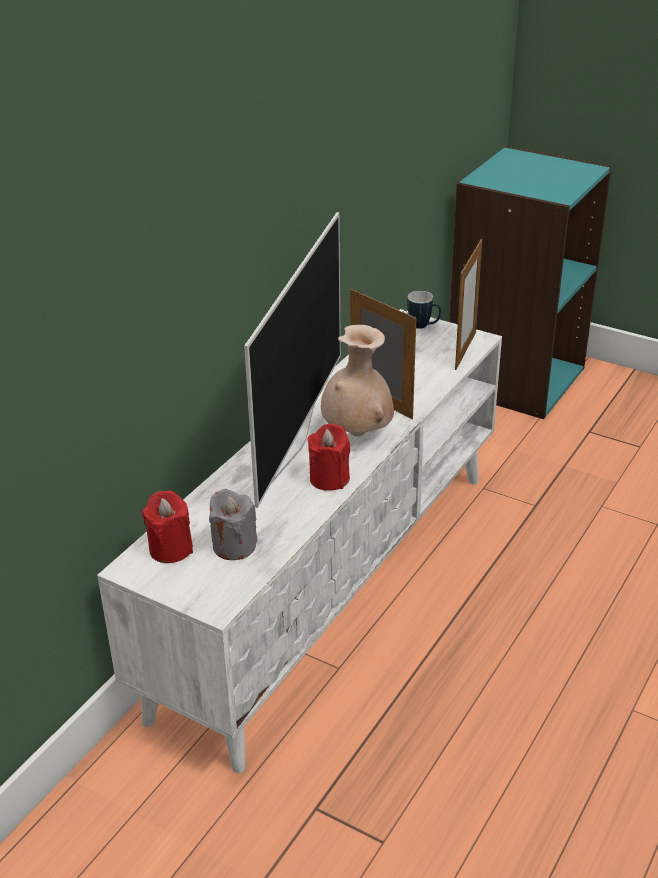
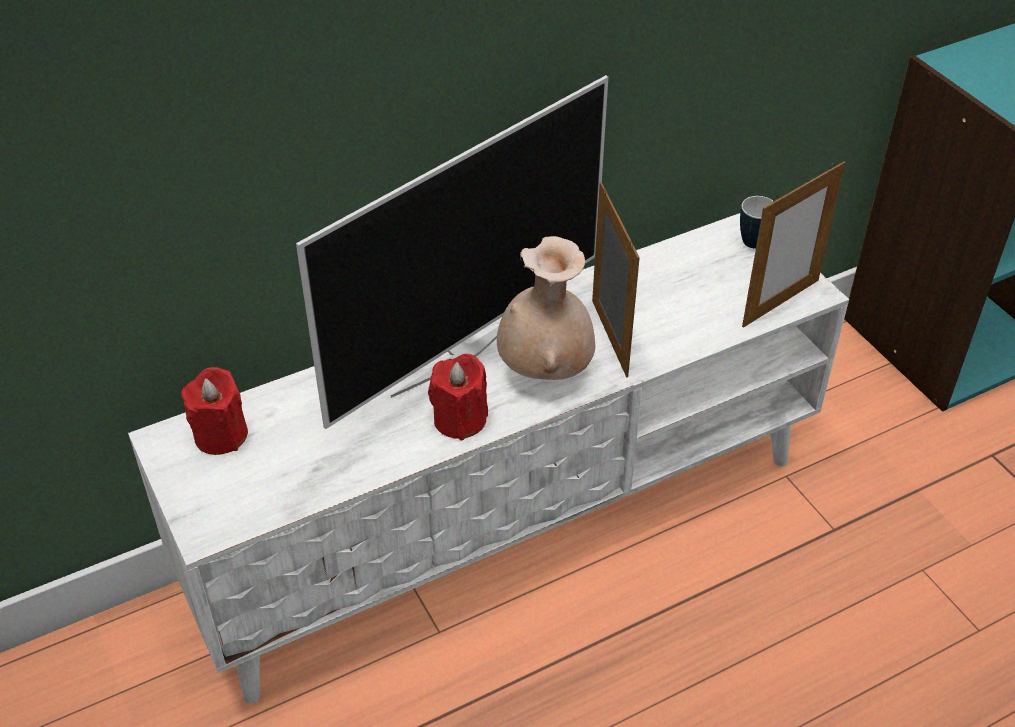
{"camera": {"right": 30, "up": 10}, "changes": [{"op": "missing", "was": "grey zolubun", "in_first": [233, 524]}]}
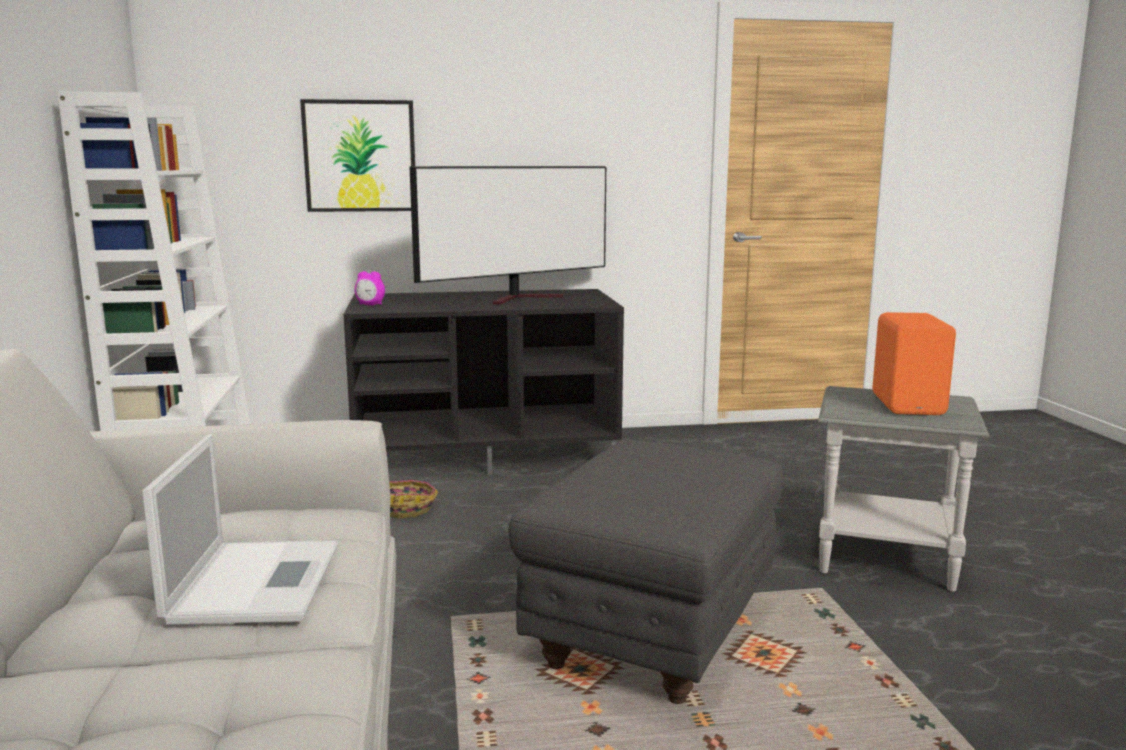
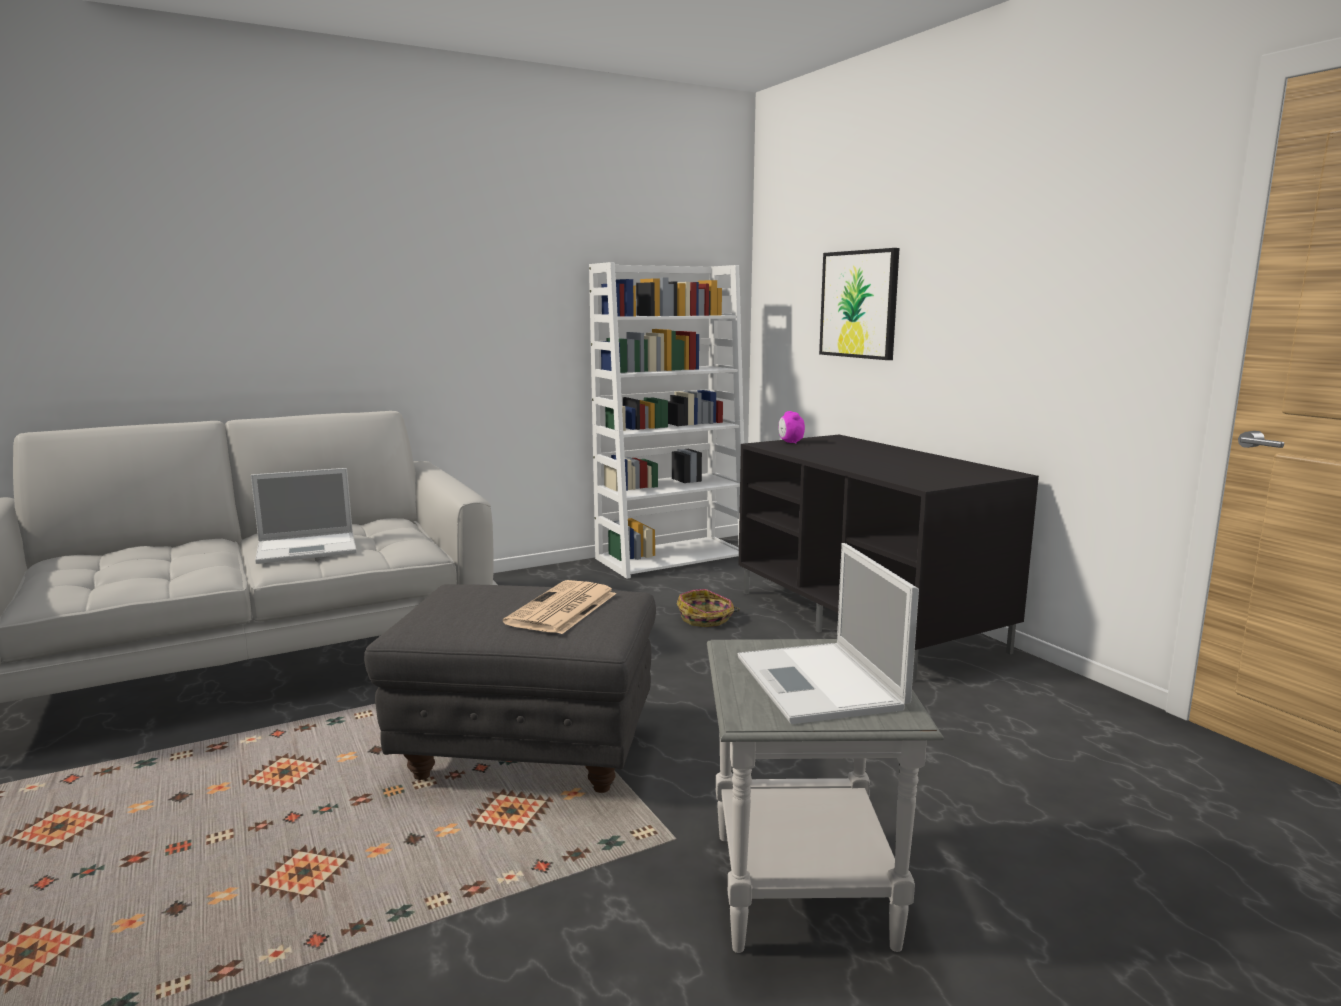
{"camera": {"right": 70, "up": 0}, "changes": [{"op": "missing", "was": "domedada", "in_first": [507, 235]}, {"op": "appeared", "now": "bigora", "in_second": [560, 607]}, {"op": "exchanged", "was": "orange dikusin", "now": "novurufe", "in_first": [914, 363], "in_second": [828, 633]}]}
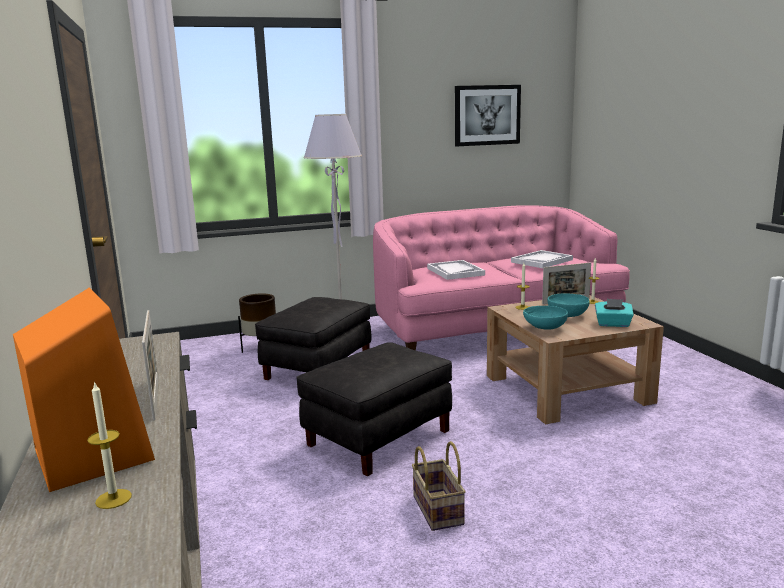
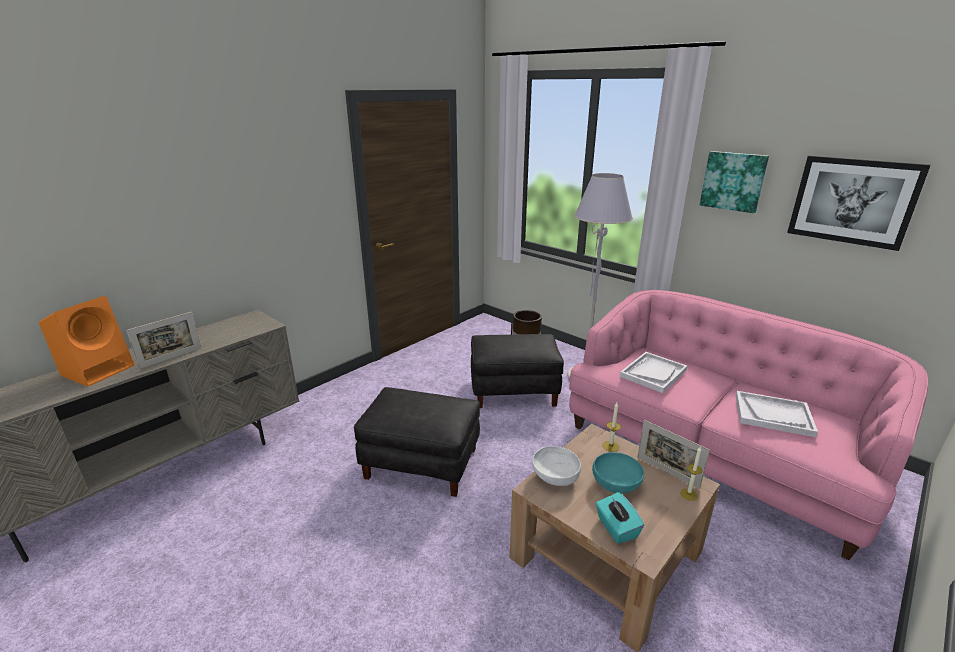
{"camera": {"right": 60, "up": 10}, "changes": [{"op": "missing", "was": "zolubun", "in_first": [109, 445]}, {"op": "missing", "was": "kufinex", "in_first": [439, 486]}, {"op": "appeared", "now": "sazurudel", "in_second": [734, 182]}, {"op": "colour", "was": "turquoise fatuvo", "now": "white fatuvo", "in_first": [545, 318], "in_second": [556, 466]}]}
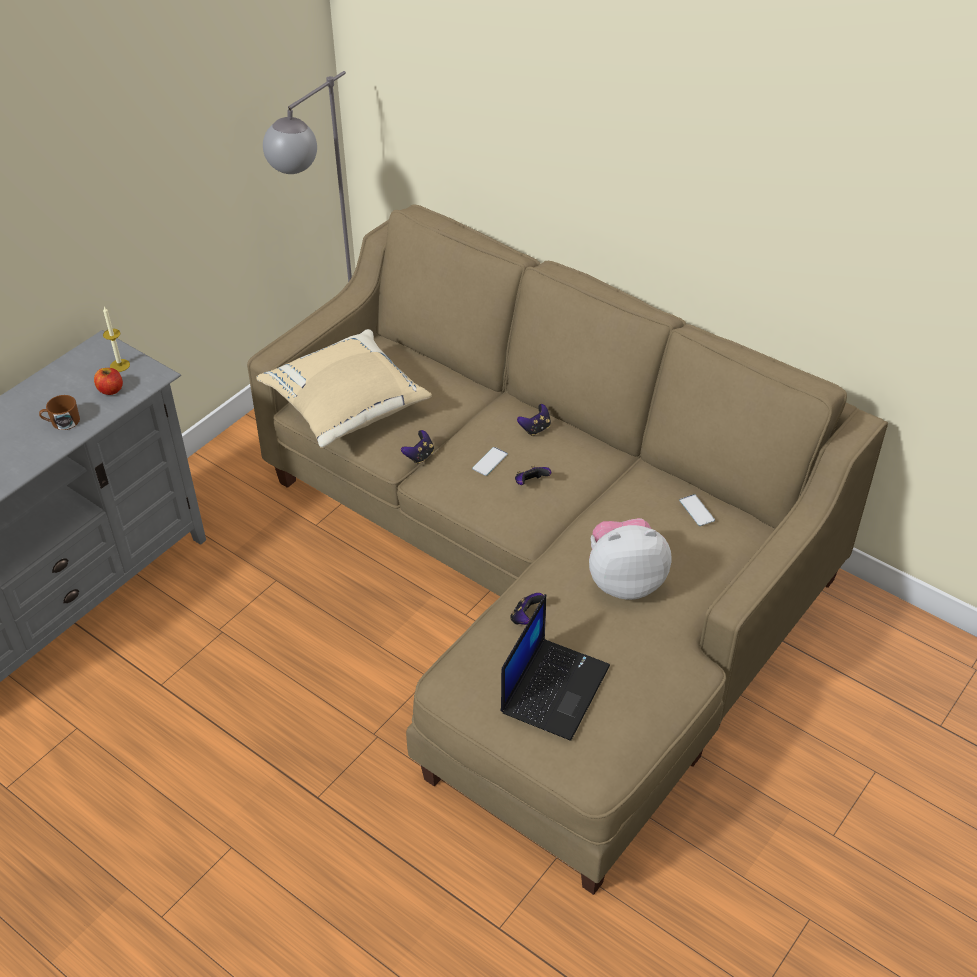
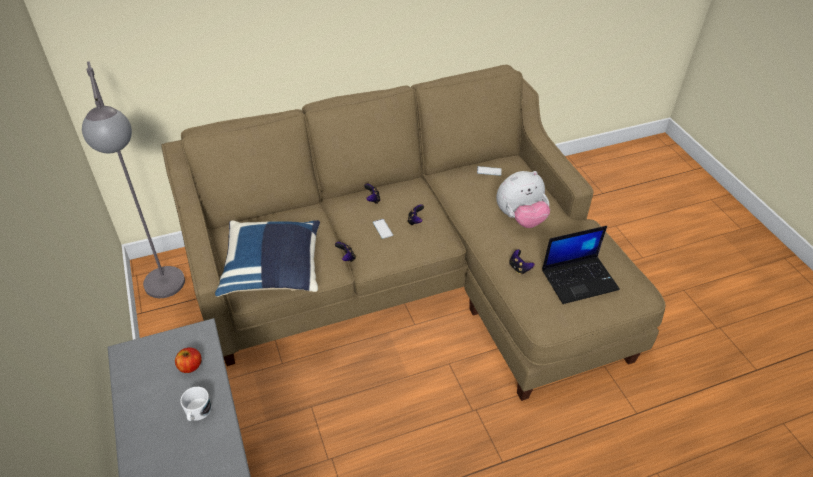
{"camera": {"right": -60, "up": 0}, "changes": [{"op": "missing", "was": "zolubun", "in_first": [116, 339]}, {"op": "colour", "was": "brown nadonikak", "now": "white nadonikak", "in_first": [59, 412], "in_second": [196, 404]}, {"op": "colour", "was": "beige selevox", "now": "blue selevox", "in_first": [344, 388], "in_second": [267, 258]}, {"op": "spun", "was": "novurufe", "in_first": [555, 667], "in_second": [581, 265], "clockwise": 105}, {"op": "spun", "was": "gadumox", "in_first": [630, 559], "in_second": [523, 199], "clockwise": -135}]}
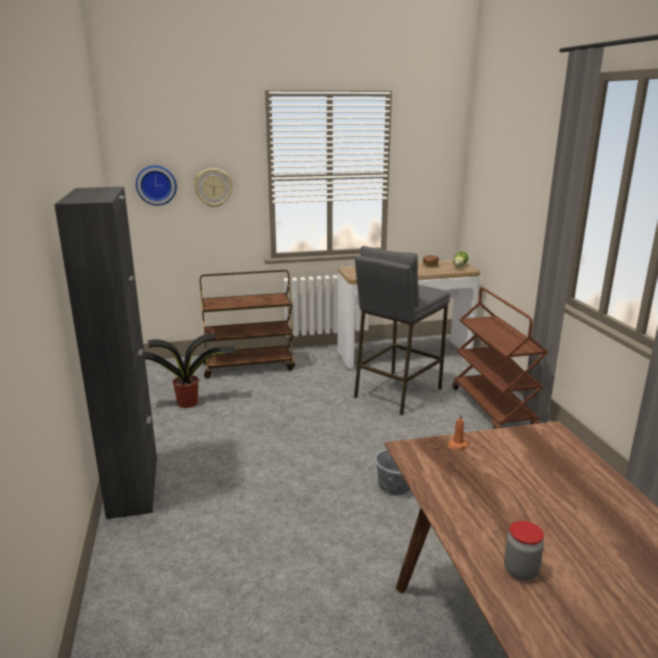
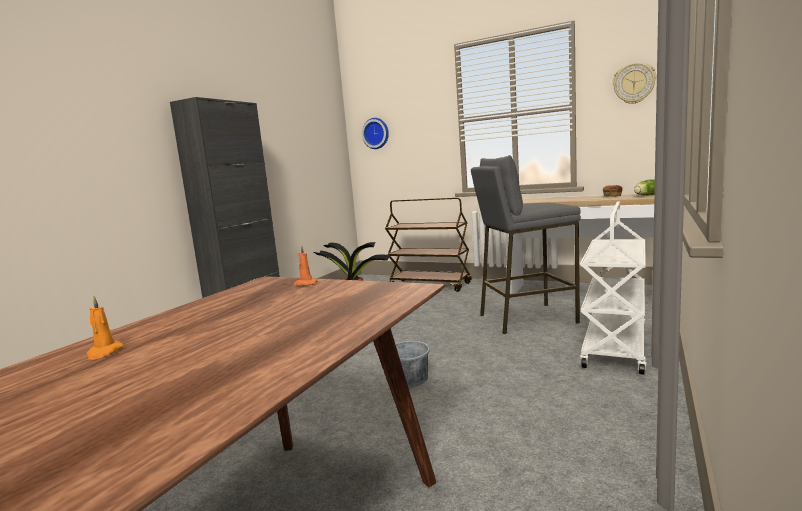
{"camera": {"right": 40, "up": -10}, "changes": [{"op": "relocated", "was": "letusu", "in_first": [213, 188], "in_second": [634, 83]}, {"op": "exchanged", "was": "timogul", "now": "orange zolubun", "in_first": [524, 551], "in_second": [105, 328]}, {"op": "colour", "was": "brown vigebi", "now": "white vigebi", "in_first": [500, 358], "in_second": [613, 288]}]}
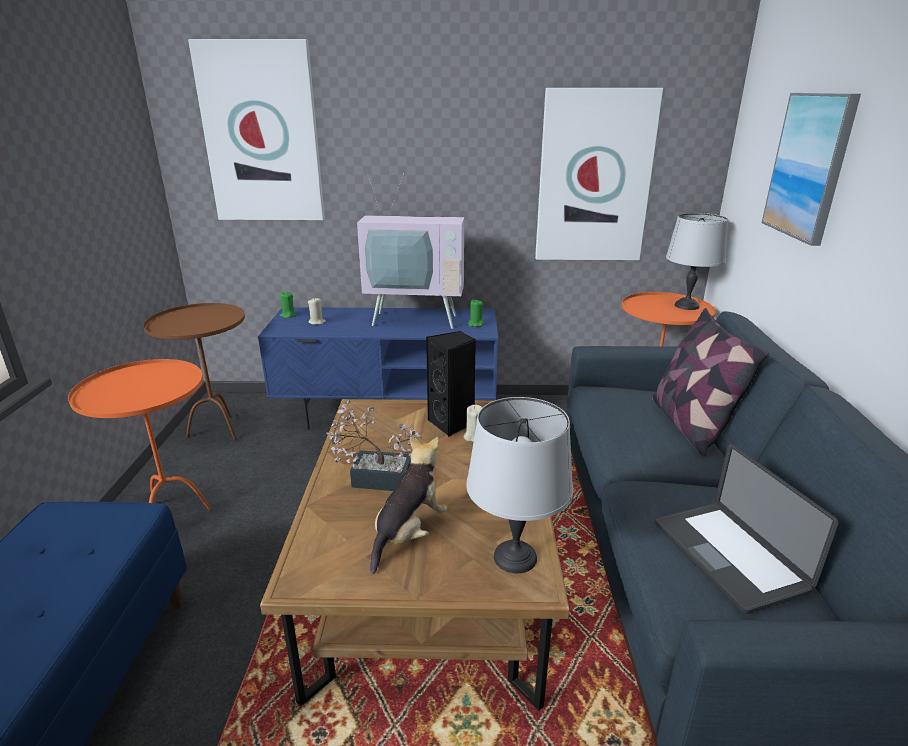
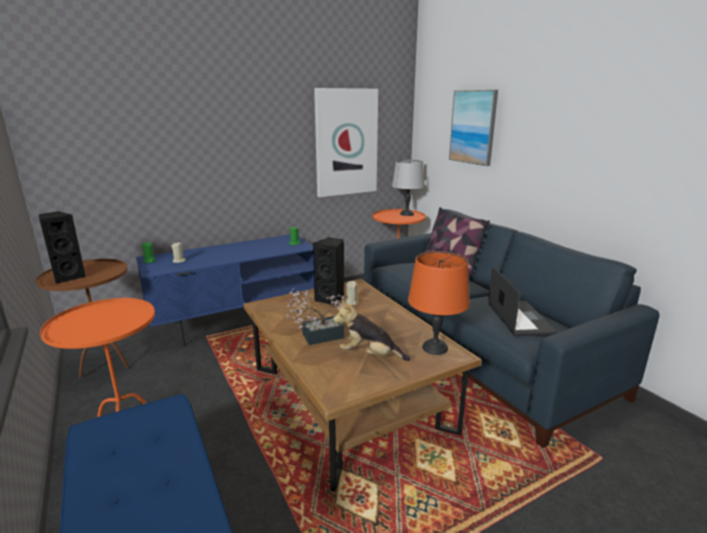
{"camera": {"right": -30, "up": -5}, "changes": [{"op": "missing", "was": "sazurudel", "in_first": [256, 129]}, {"op": "missing", "was": "domedada", "in_first": [410, 250]}, {"op": "appeared", "now": "black dikusin", "in_second": [62, 247]}, {"op": "colour", "was": "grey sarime", "now": "orange sarime", "in_first": [519, 485], "in_second": [439, 303]}, {"op": "spun", "was": "gadumox", "in_first": [408, 505], "in_second": [371, 330], "clockwise": -75}, {"op": "spun", "was": "novurufe", "in_first": [747, 529], "in_second": [522, 301], "clockwise": -135}]}
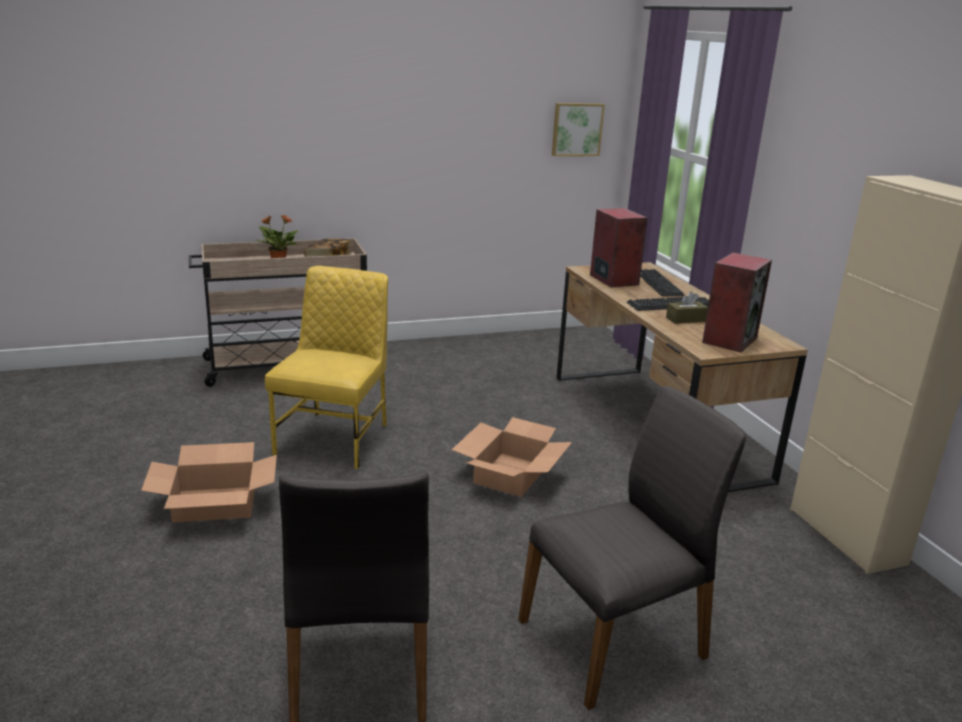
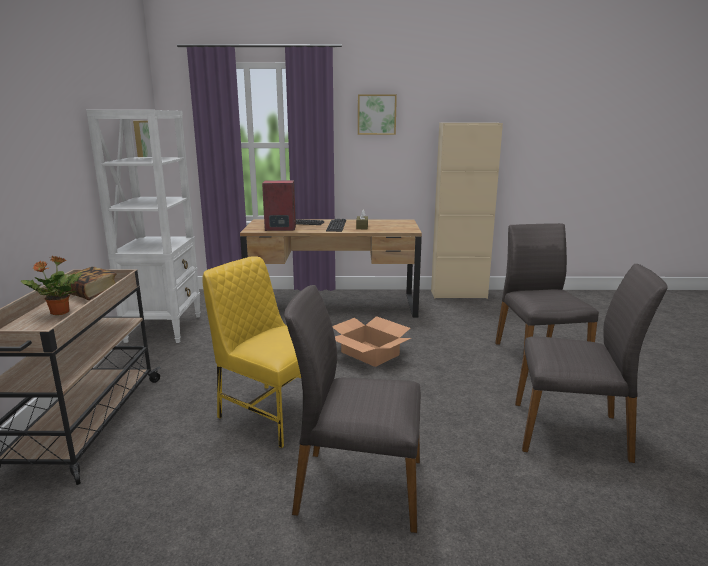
{"camera": {"right": -70, "up": -5}, "changes": [{"op": "missing", "was": "dikusin", "in_first": [737, 302]}, {"op": "appeared", "now": "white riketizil", "in_second": [143, 226]}, {"op": "appeared", "now": "sazurudel", "in_second": [377, 114]}, {"op": "exchanged", "was": "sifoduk", "now": "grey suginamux", "in_first": [209, 482], "in_second": [352, 409]}]}
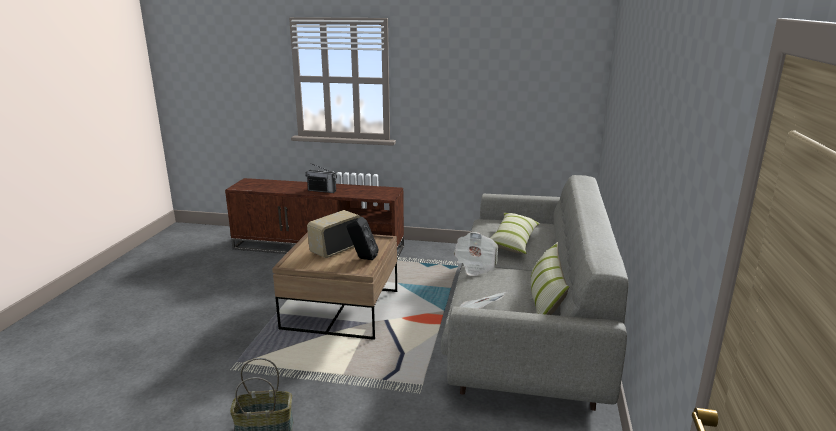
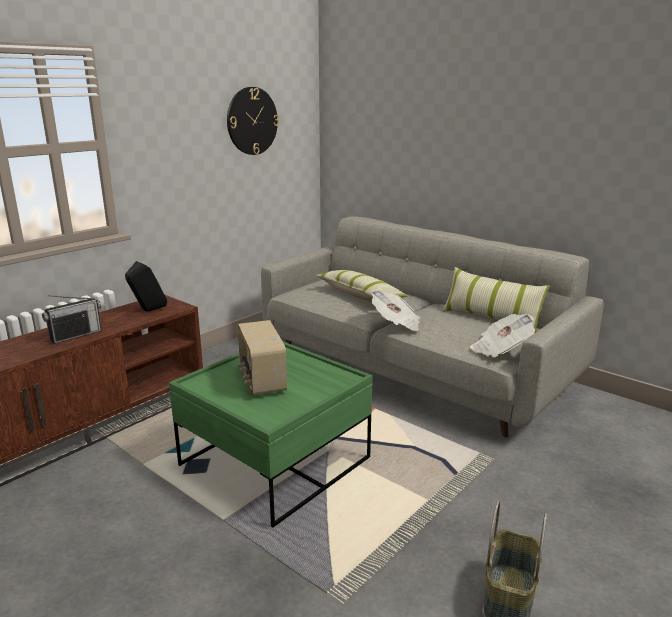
{"camera": {"right": -60, "up": 0}, "changes": [{"op": "appeared", "now": "letusu", "in_second": [253, 121]}, {"op": "relocated", "was": "black dikusin", "in_first": [362, 238], "in_second": [146, 286]}, {"op": "colour", "was": "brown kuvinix", "now": "green kuvinix", "in_first": [334, 286], "in_second": [271, 435]}]}
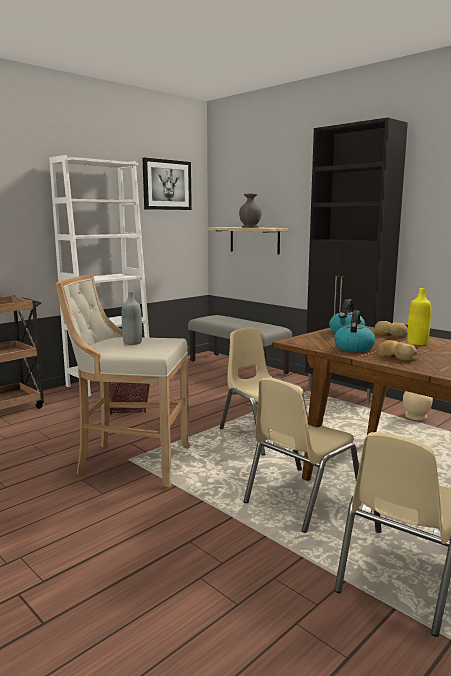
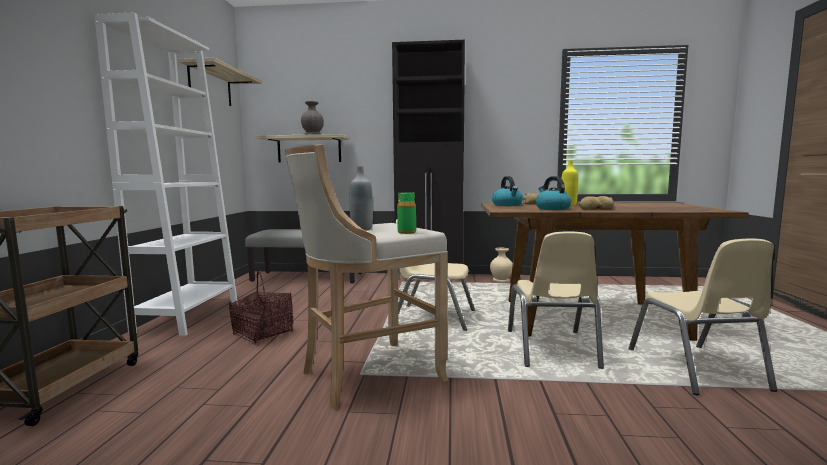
{"camera": {"right": -40, "up": -5}, "changes": [{"op": "appeared", "now": "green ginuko", "in_second": [406, 213]}, {"op": "exchanged", "was": "sazurudel", "now": "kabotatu", "in_first": [167, 184], "in_second": [220, 82]}]}
